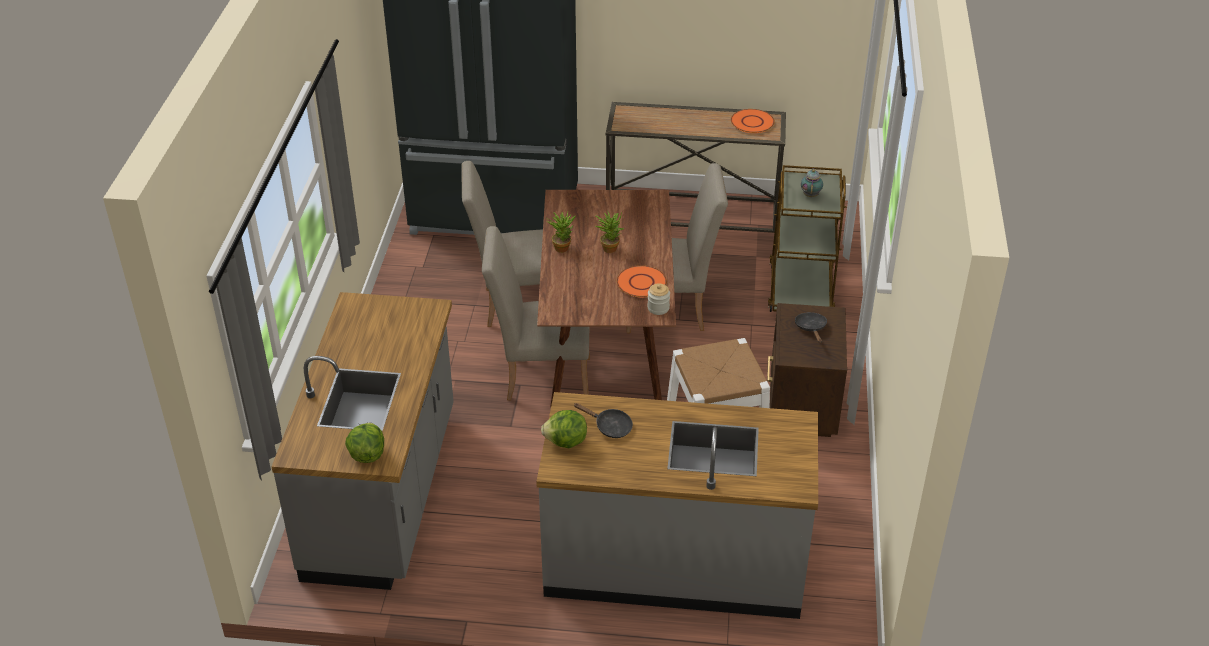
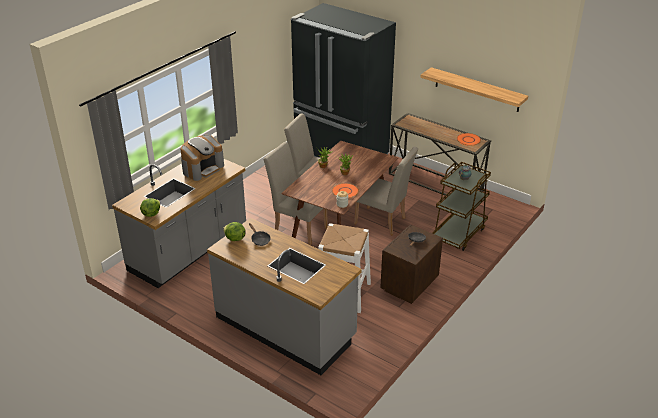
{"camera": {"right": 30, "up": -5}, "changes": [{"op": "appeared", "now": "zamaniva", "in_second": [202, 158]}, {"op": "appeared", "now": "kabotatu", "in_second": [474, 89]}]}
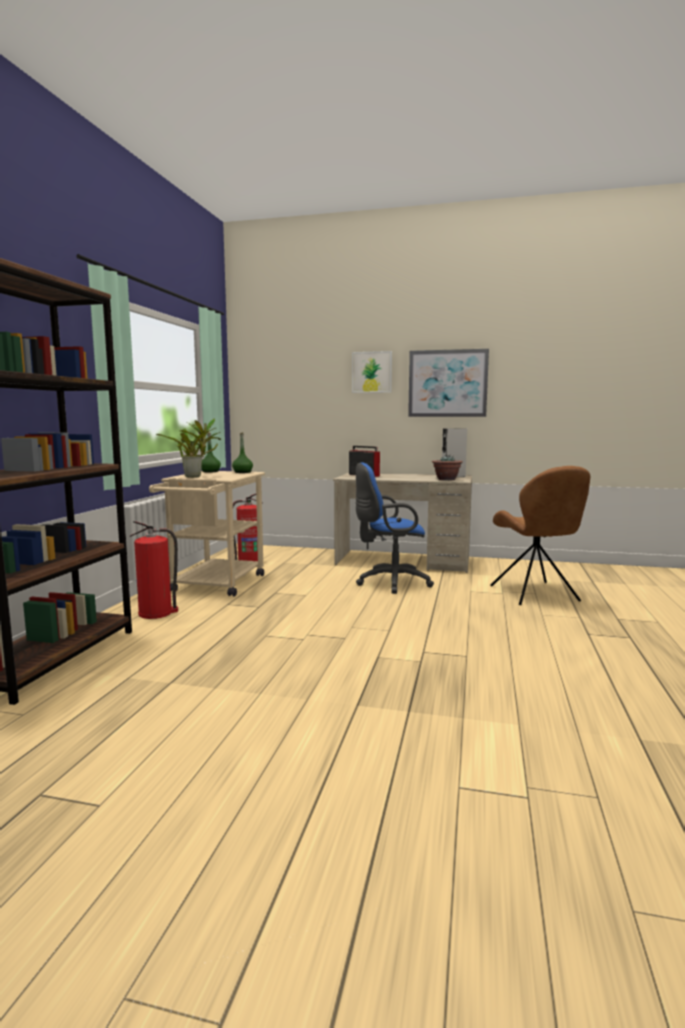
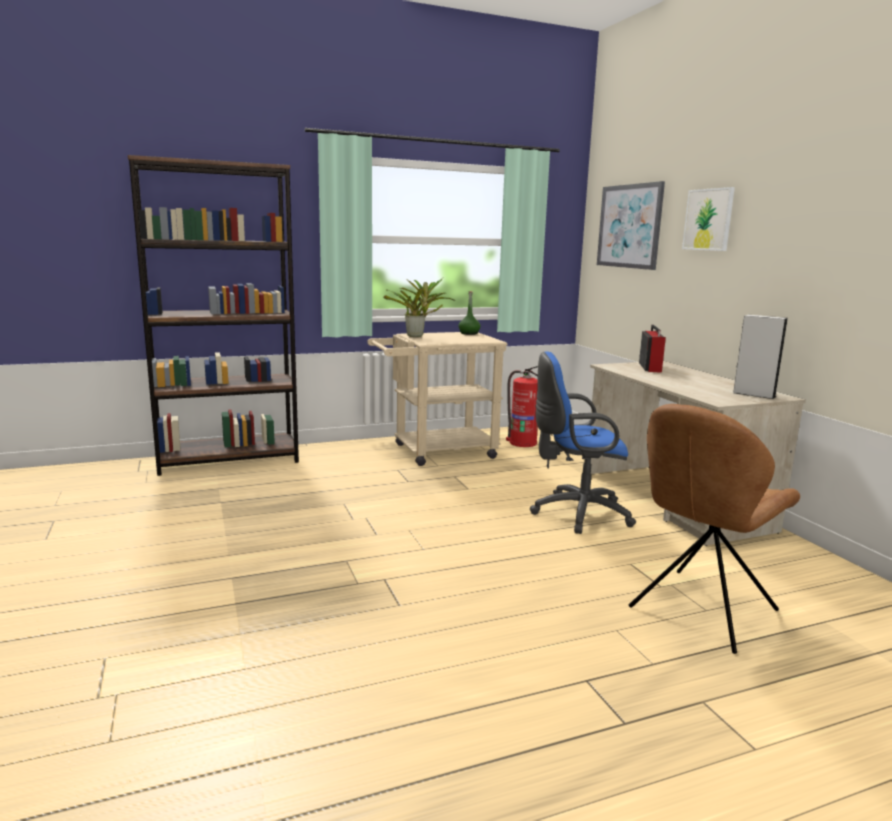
{"camera": {"right": 55, "up": 5}, "changes": [{"op": "missing", "was": "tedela", "in_first": [154, 570]}, {"op": "missing", "was": "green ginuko", "in_first": [242, 453]}, {"op": "missing", "was": "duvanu", "in_first": [447, 467]}, {"op": "relocated", "was": "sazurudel", "in_first": [448, 383], "in_second": [631, 225]}, {"op": "spun", "was": "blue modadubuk", "in_first": [395, 528], "in_second": [583, 442], "clockwise": -45}]}
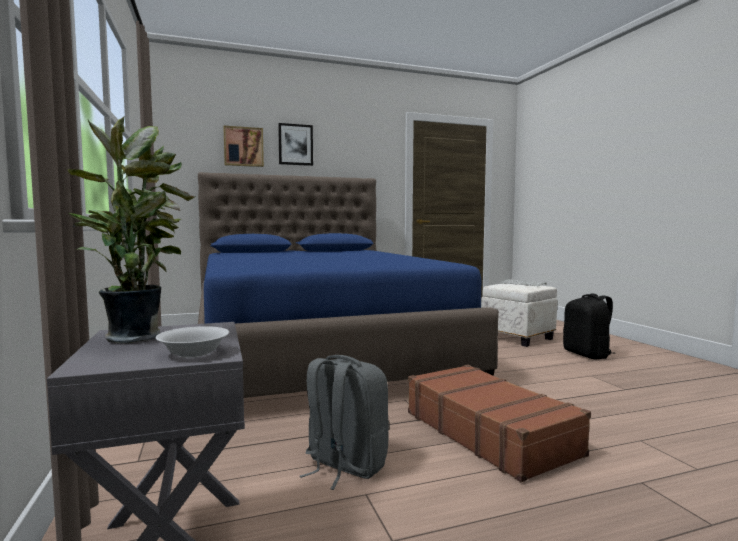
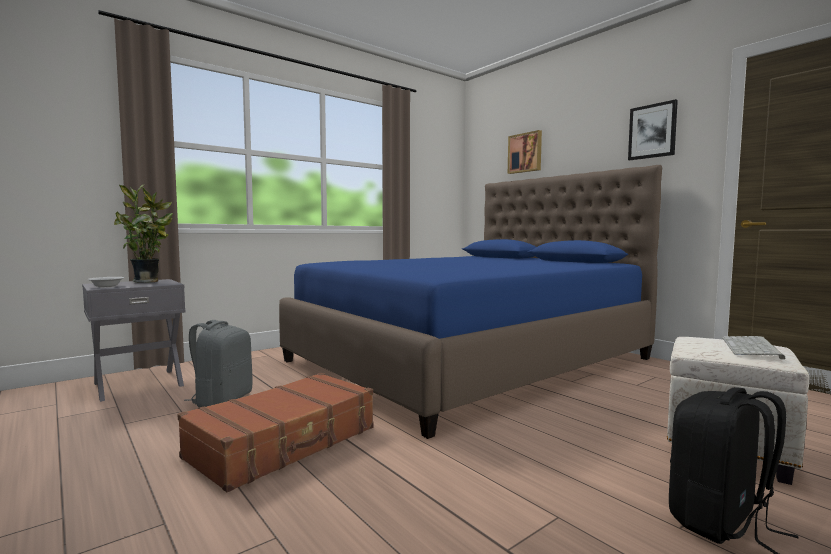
{"camera": {"right": 70, "up": 0}, "changes": [{"op": "relocated", "was": "sazurudel", "in_first": [295, 144], "in_second": [653, 129]}]}
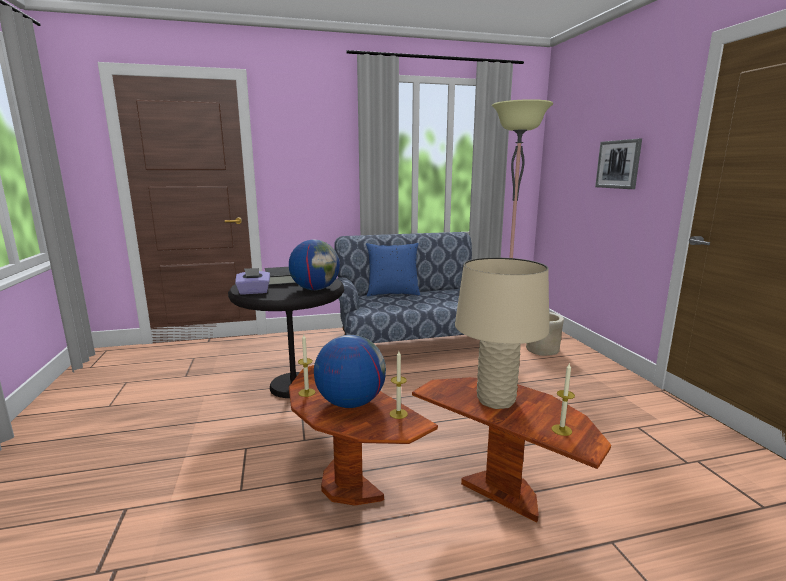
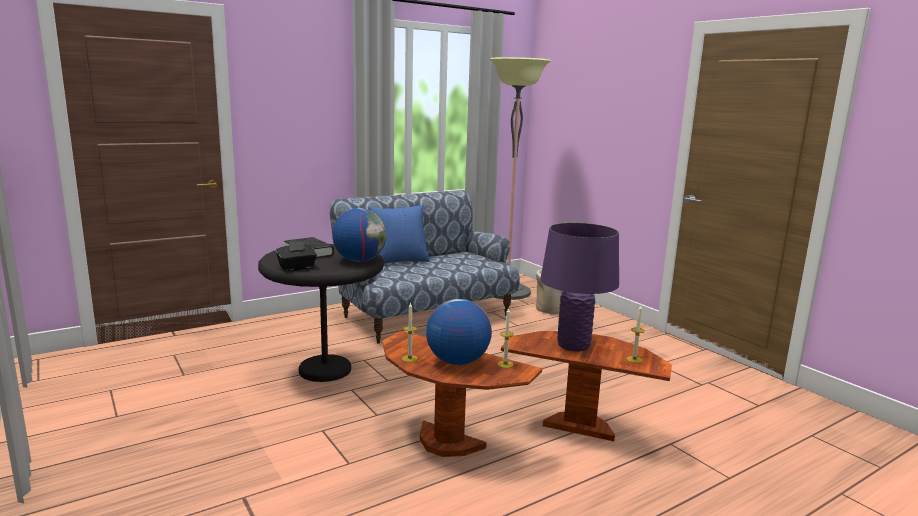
{"camera": {"right": -20, "up": 0}, "changes": [{"op": "missing", "was": "sazurudel", "in_first": [618, 164]}, {"op": "colour", "was": "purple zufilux", "now": "black zufilux", "in_first": [252, 281], "in_second": [296, 256]}, {"op": "colour", "was": "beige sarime", "now": "purple sarime", "in_first": [502, 333], "in_second": [579, 287]}]}
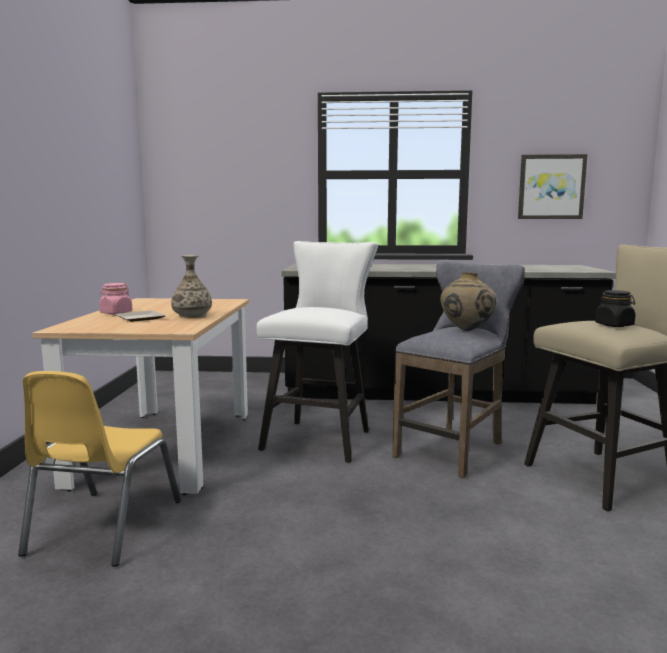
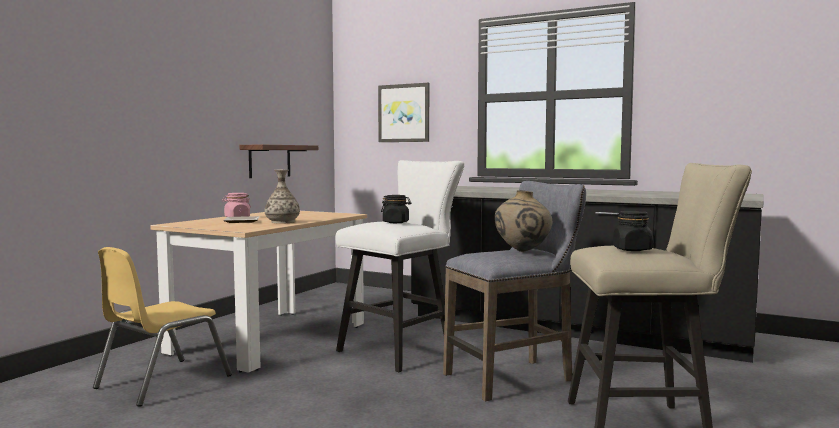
{"camera": {"right": 25, "up": -5}, "changes": [{"op": "appeared", "now": "kabotatu", "in_second": [279, 161]}, {"op": "appeared", "now": "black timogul", "in_second": [396, 209]}, {"op": "relocated", "was": "sazurudel", "in_first": [552, 186], "in_second": [403, 112]}]}
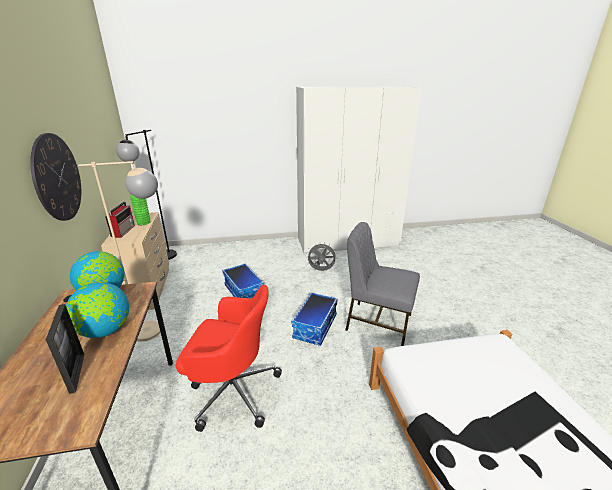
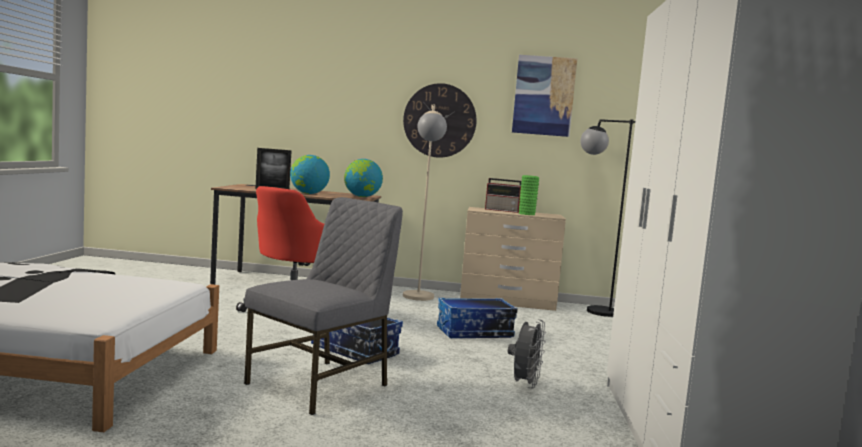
{"camera": {"right": 105, "up": -20}, "changes": [{"op": "appeared", "now": "sazurudel", "in_second": [544, 96]}]}
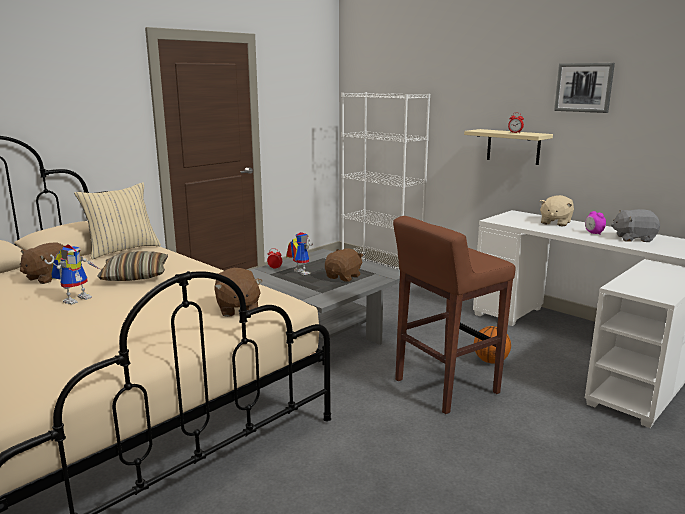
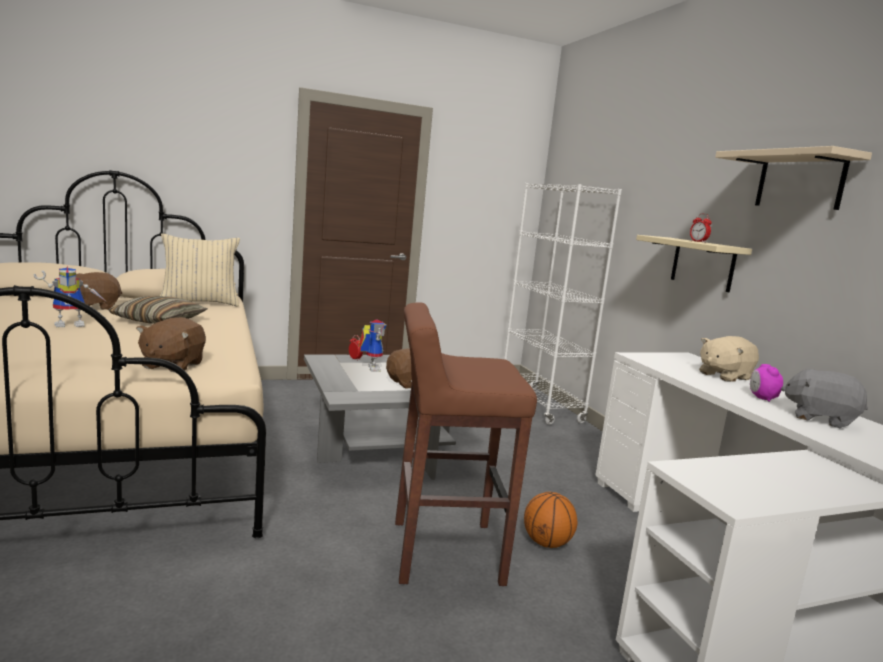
{"camera": {"right": 25, "up": -5}, "changes": [{"op": "exchanged", "was": "sazurudel", "now": "beige kabotatu", "in_first": [584, 88], "in_second": [793, 178]}]}
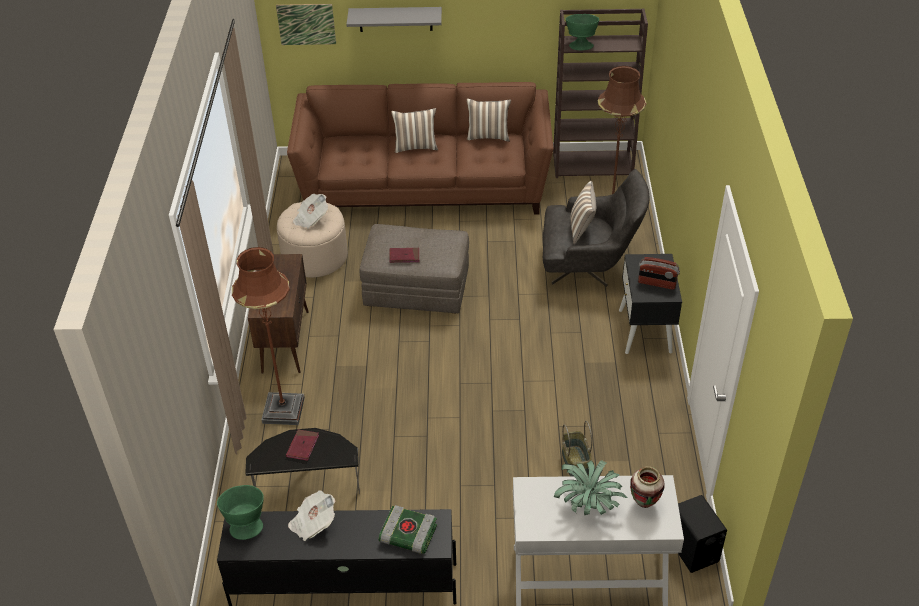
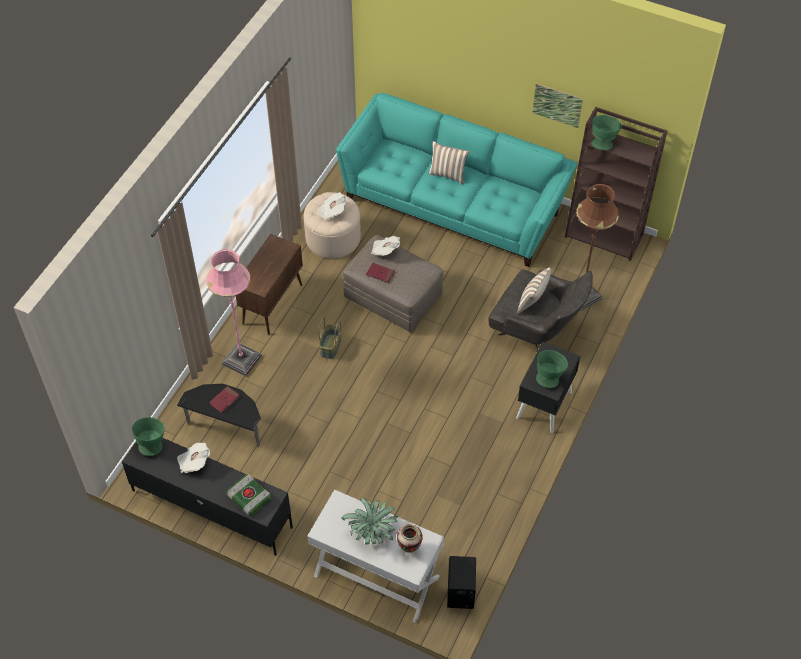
{"camera": {"right": 25, "up": 10}, "changes": [{"op": "missing", "was": "grey kabotatu", "in_first": [394, 19]}, {"op": "missing", "was": "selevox", "in_first": [488, 120]}, {"op": "appeared", "now": "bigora", "in_second": [385, 246]}, {"op": "relocated", "was": "sazurudel", "in_first": [306, 24], "in_second": [557, 105]}, {"op": "relocated", "was": "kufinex", "in_first": [577, 448], "in_second": [330, 338]}, {"op": "exchanged", "was": "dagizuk", "now": "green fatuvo", "in_first": [659, 273], "in_second": [552, 369]}, {"op": "colour", "was": "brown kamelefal", "now": "pink kamelefal", "in_first": [268, 336], "in_second": [234, 312]}, {"op": "colour", "was": "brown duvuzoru", "now": "turquoise duvuzoru", "in_first": [420, 148], "in_second": [457, 180]}]}
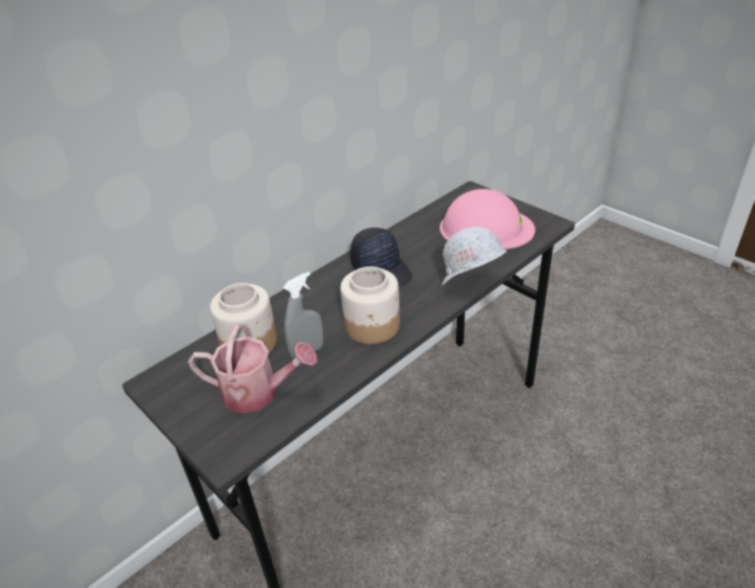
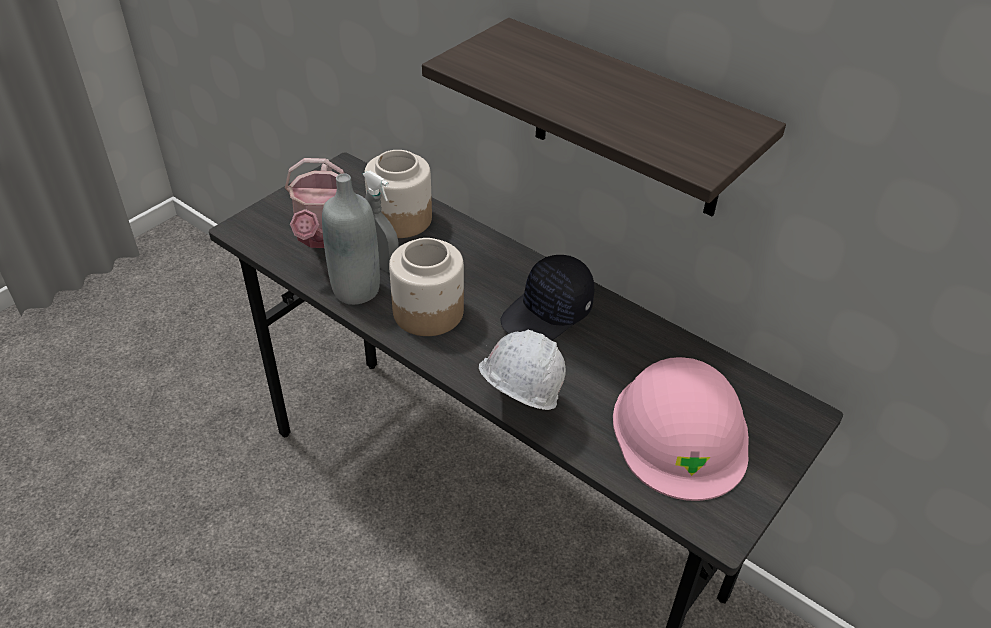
{"camera": {"right": 80, "up": 5}, "changes": [{"op": "appeared", "now": "grey ginuko", "in_second": [351, 239]}, {"op": "appeared", "now": "kabotatu", "in_second": [604, 117]}]}
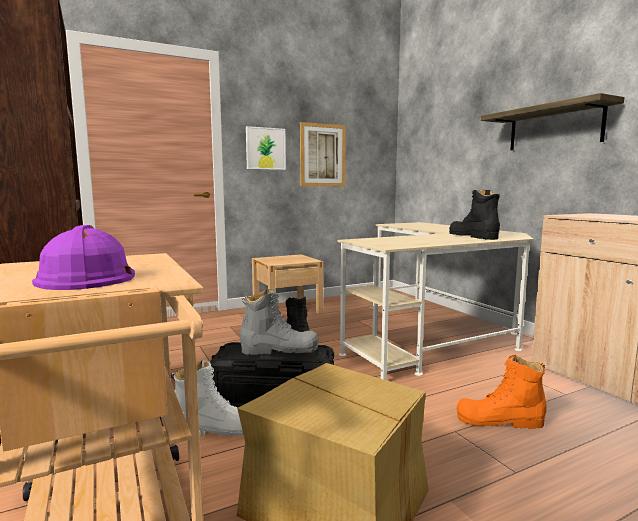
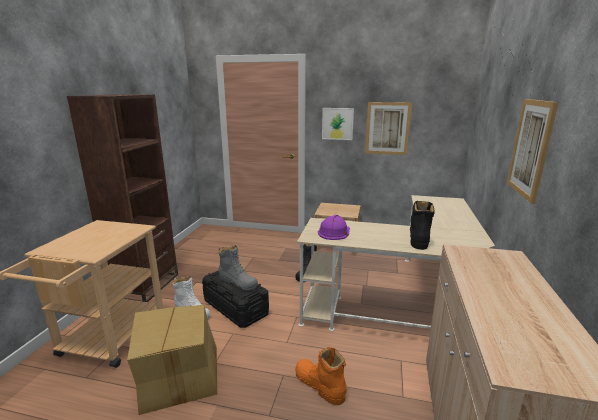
{"camera": {"right": 40, "up": 10}, "changes": [{"op": "relocated", "was": "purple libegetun", "in_first": [83, 257], "in_second": [334, 227]}, {"op": "exchanged", "was": "kabotatu", "now": "sazurudel", "in_first": [553, 121], "in_second": [532, 151]}]}
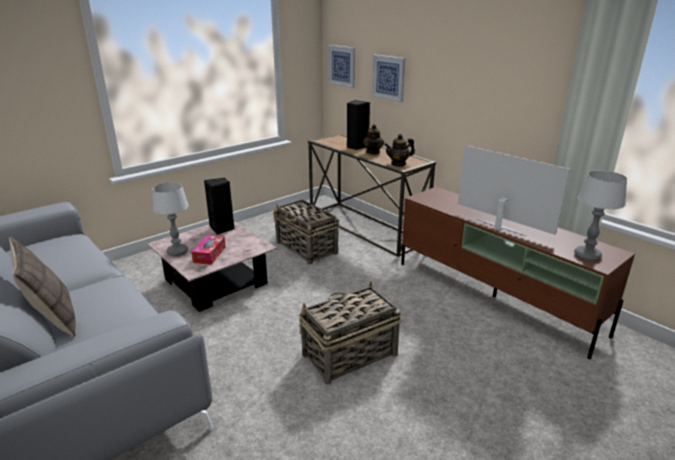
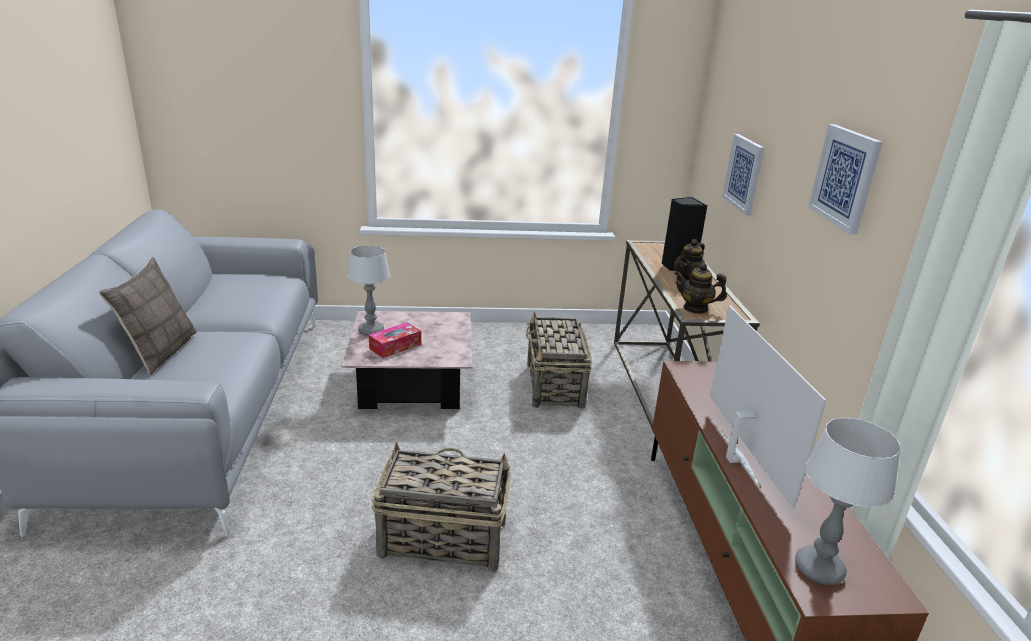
{"camera": {"right": 35, "up": 0}, "changes": [{"op": "missing", "was": "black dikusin", "in_first": [219, 206]}, {"op": "relocated", "was": "sazurudel", "in_first": [341, 66], "in_second": [845, 179]}]}
